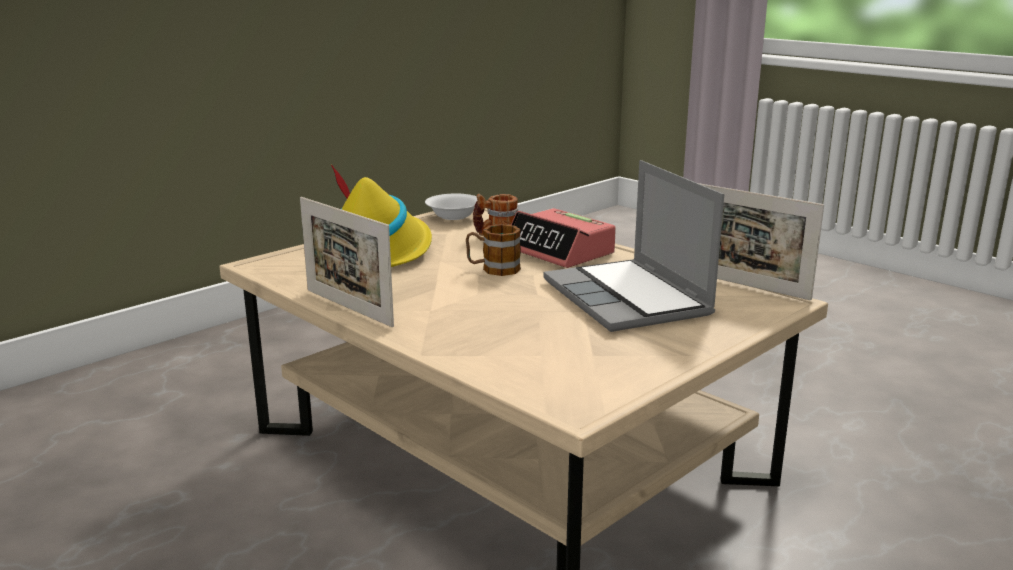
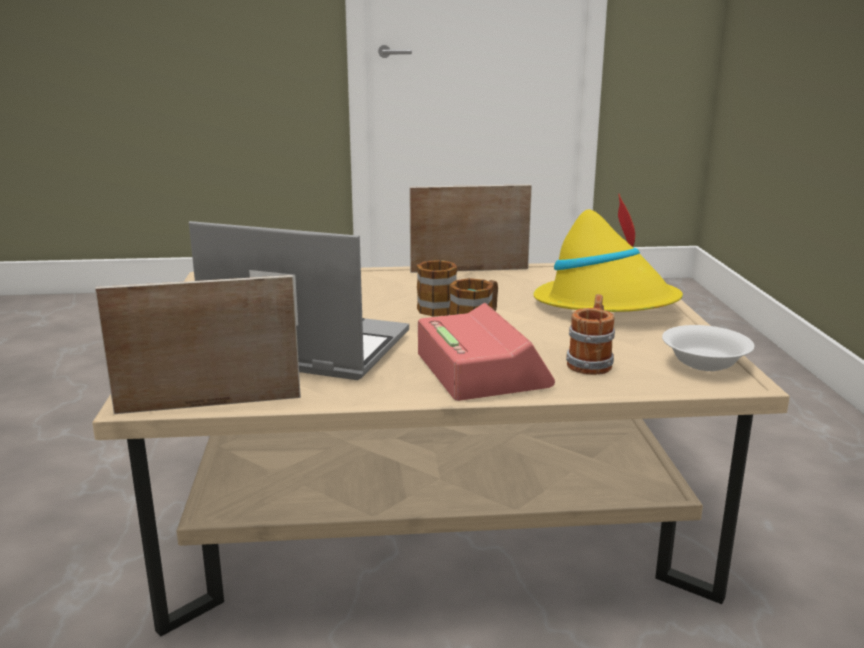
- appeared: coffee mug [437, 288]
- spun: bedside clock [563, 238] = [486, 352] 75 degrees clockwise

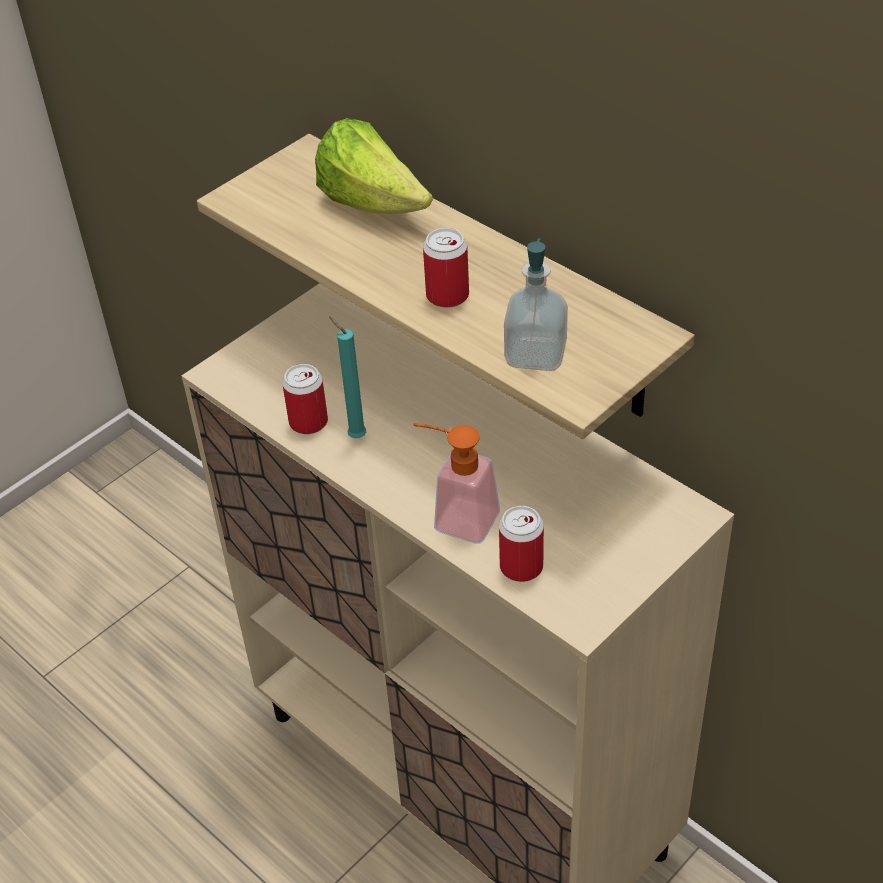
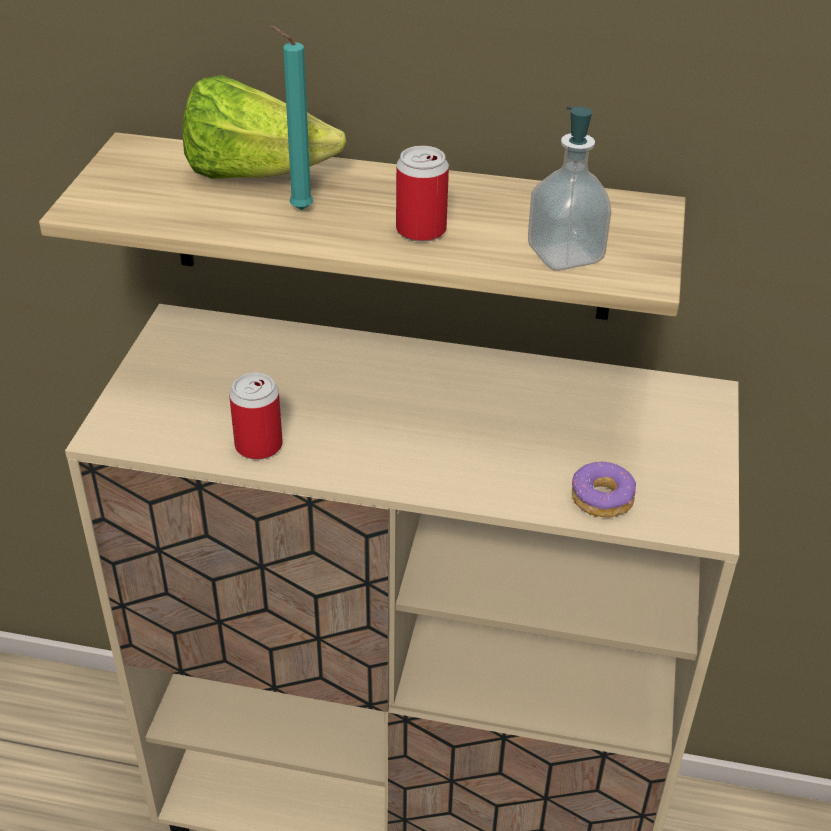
- relocated: wax light (turquoise) [347, 377] to [291, 118]
- exchanged: can [521, 544] to doughnut [604, 490]
- missing: liquid soap bottle [456, 483]

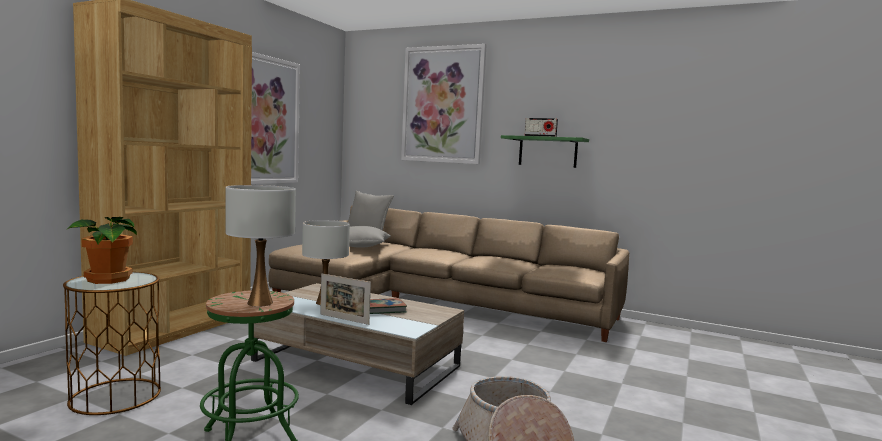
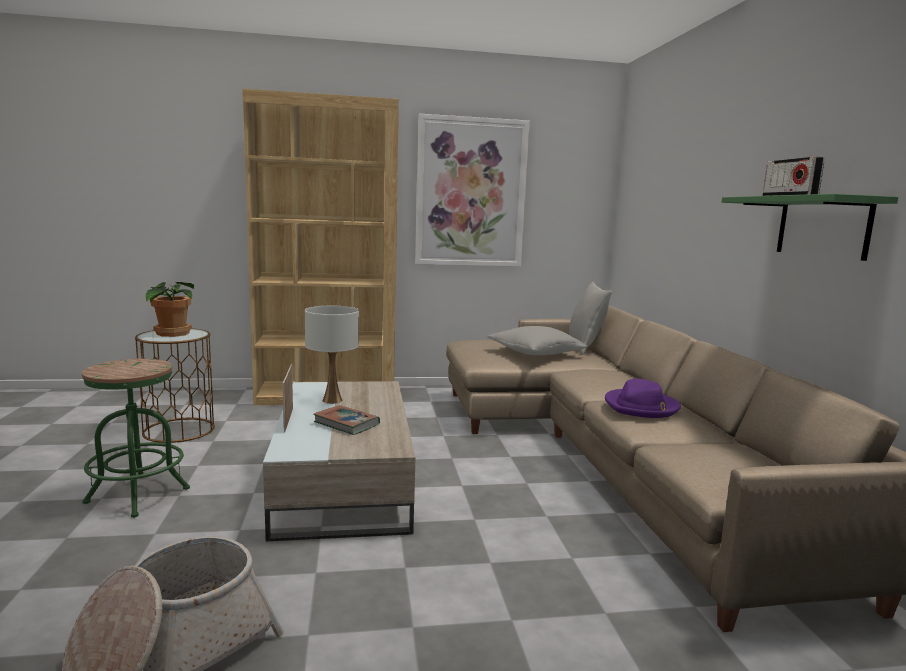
- appeared: clothing hat (purple) [643, 398]
- missing: lamp for a table (white) [260, 246]
- missing: picture [443, 104]

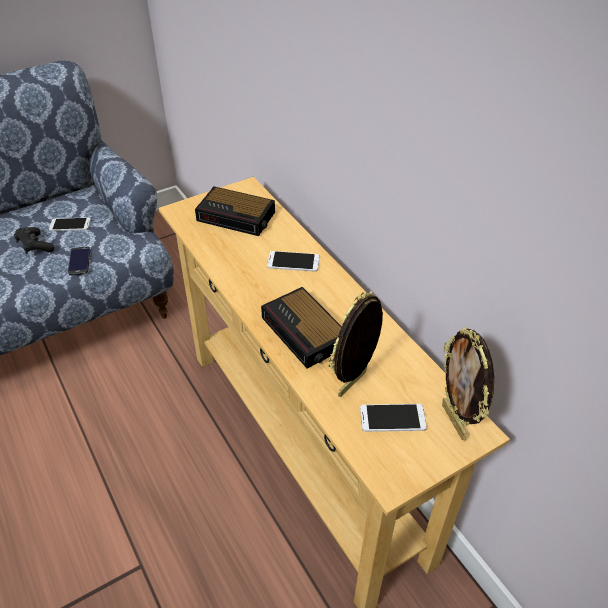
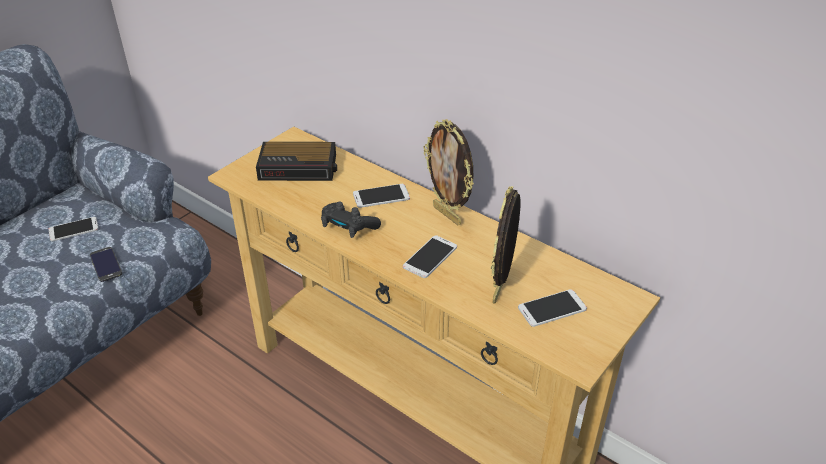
- relocated: game controller (blackish) [34, 240] to [351, 220]
- exchanged: bedside clock [301, 328] to telephone [430, 256]
- relocated: picture frame [468, 384] to [448, 172]

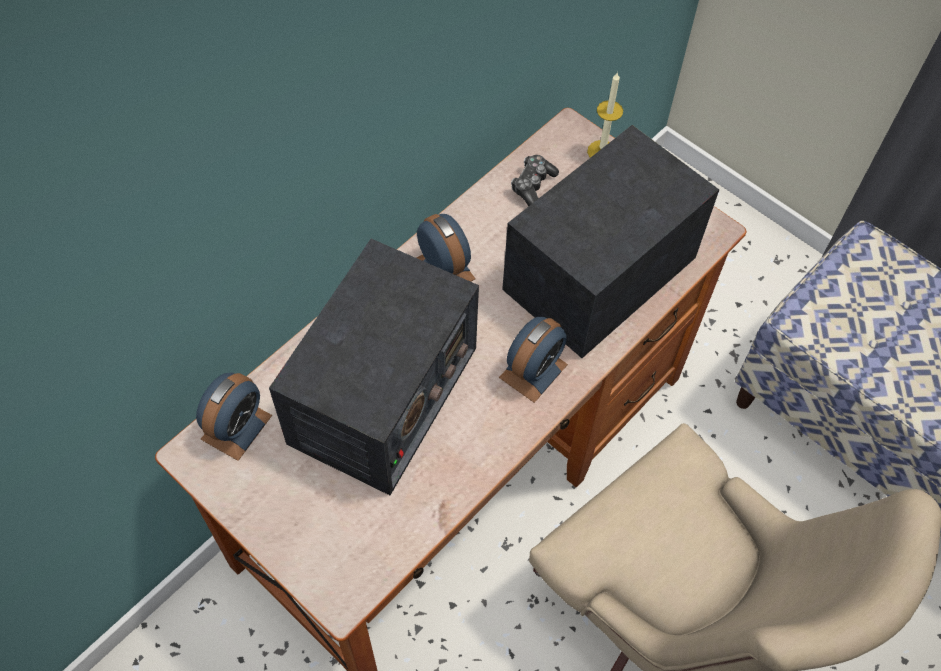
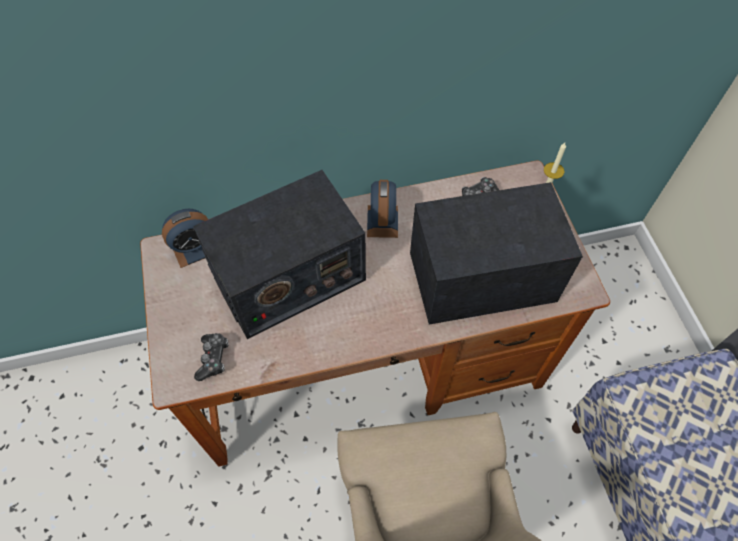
- appeared: game controller [211, 357]
- missing: bedside clock [533, 360]

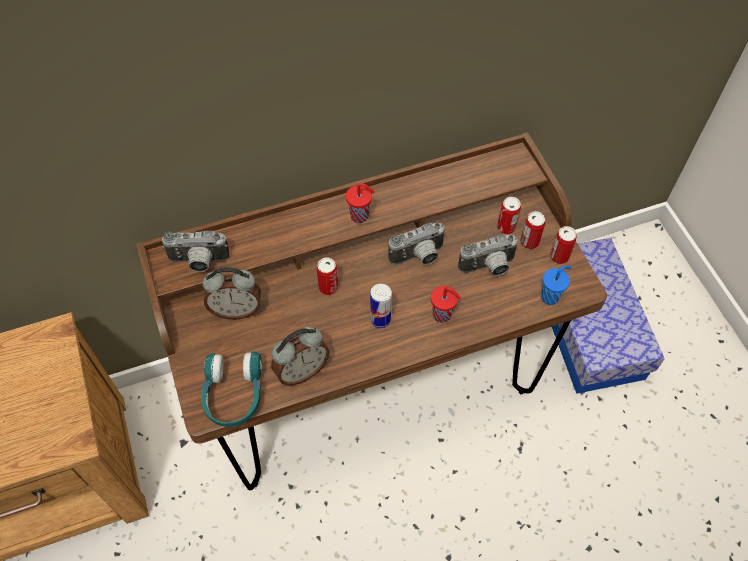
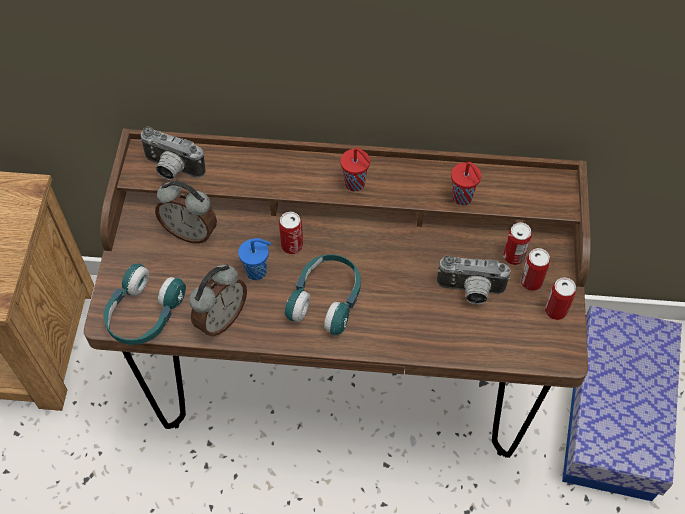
- spun: bedside clock [300, 356] = [218, 300] 45 degrees counterclockwise
- relocated: drinking cup (bluish) [556, 285] to [254, 259]
- exchanged: can [381, 306] to pair of headphones (turquoise) [323, 294]
- relocated: drinking cup (reddish) [446, 304] to [466, 183]
- missing: photo camera [417, 244]

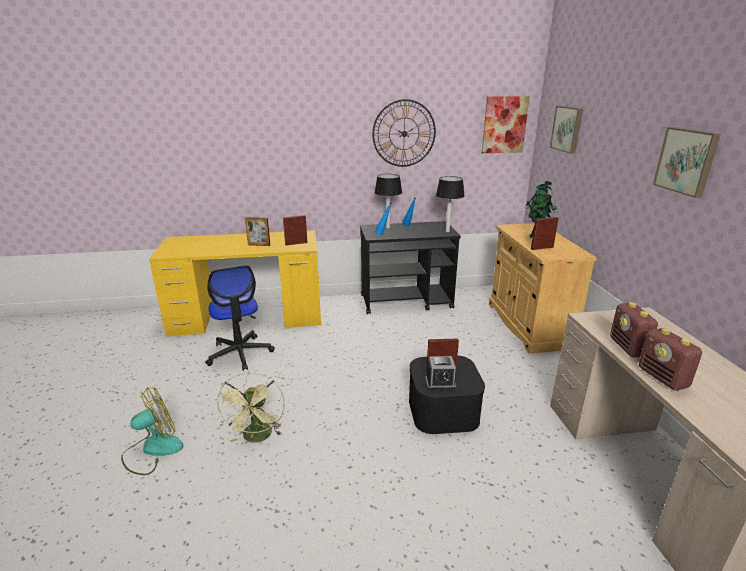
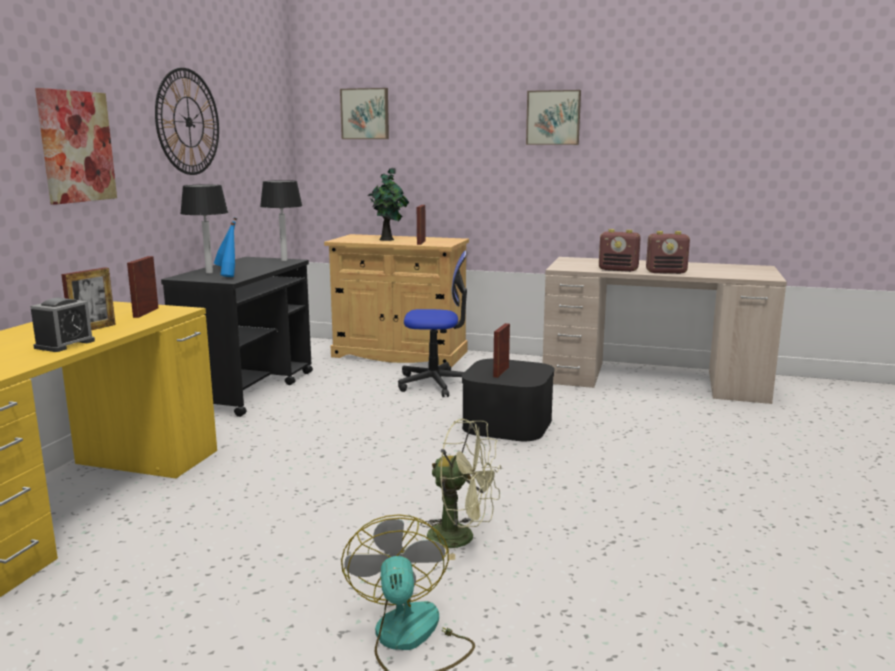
- relocated: bedside clock [441, 373] to [62, 325]
- relocated: picture [506, 124] to [76, 146]
- relocated: computer chair [240, 318] to [432, 323]

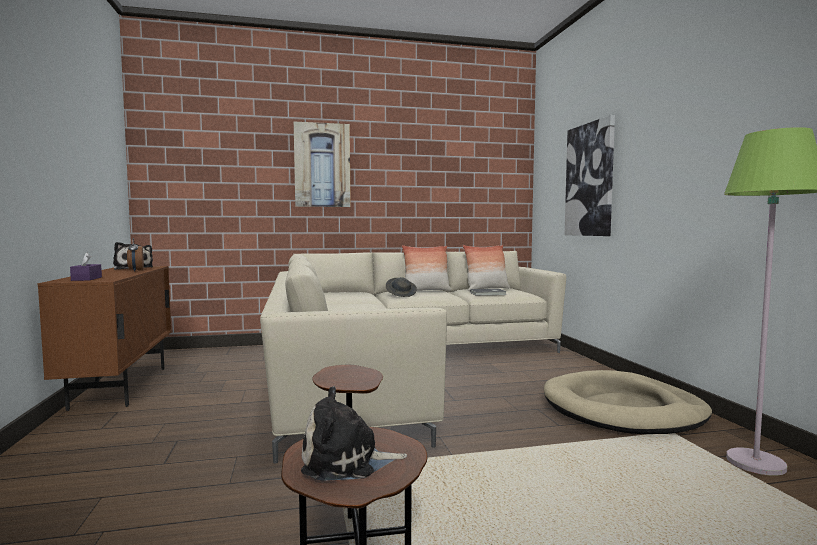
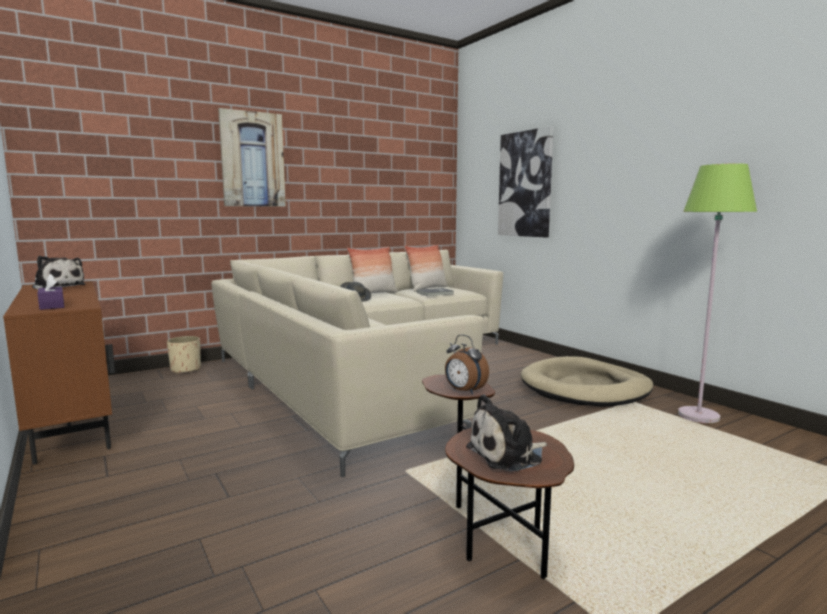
- appeared: flower pot (sand-coloured) [184, 355]
- relocated: bedside clock [135, 254] to [467, 365]

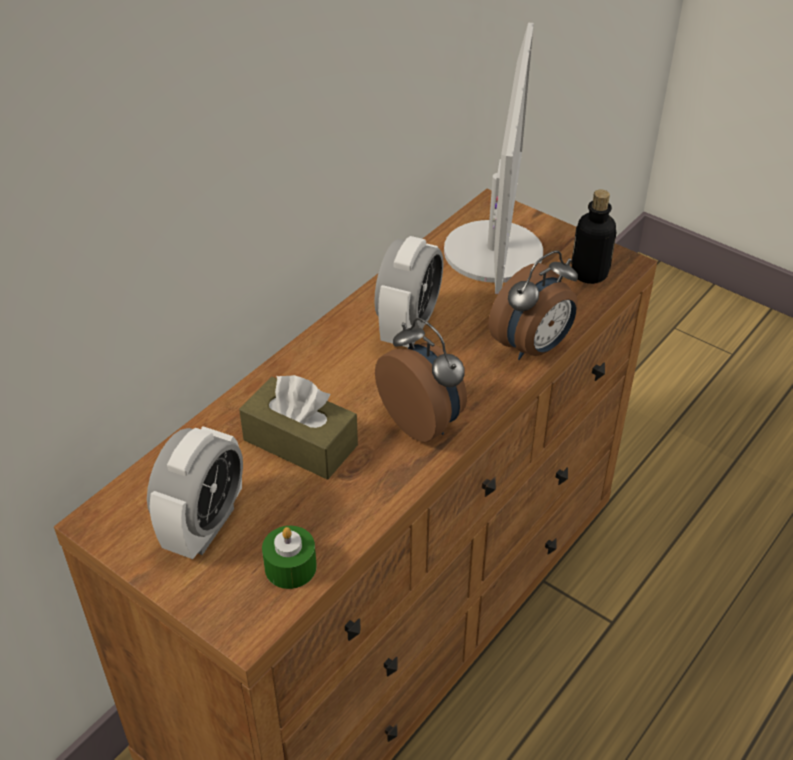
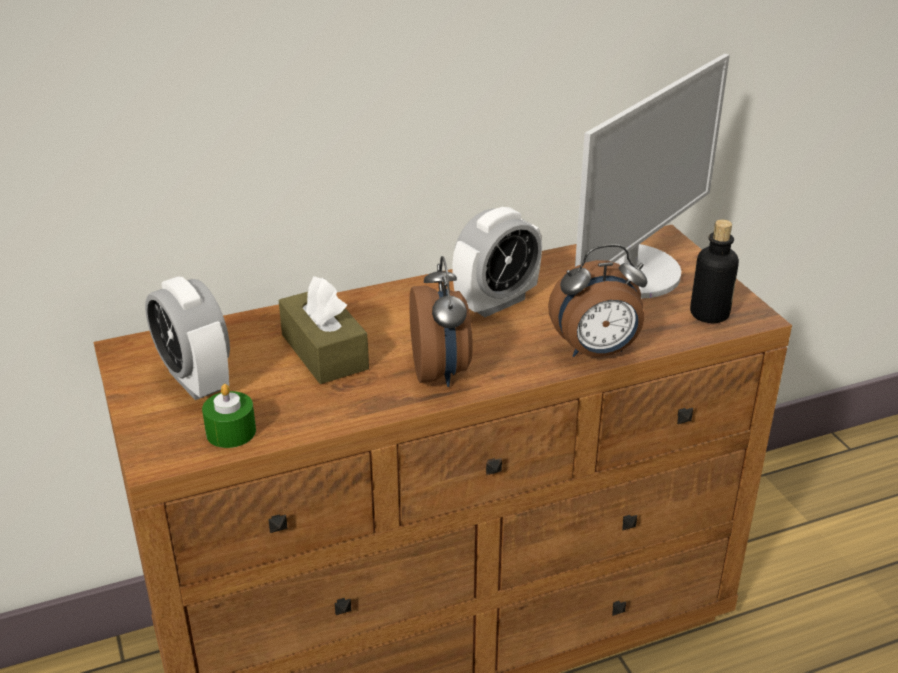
- spun: bedside clock [195, 492] = [187, 338] 90 degrees clockwise

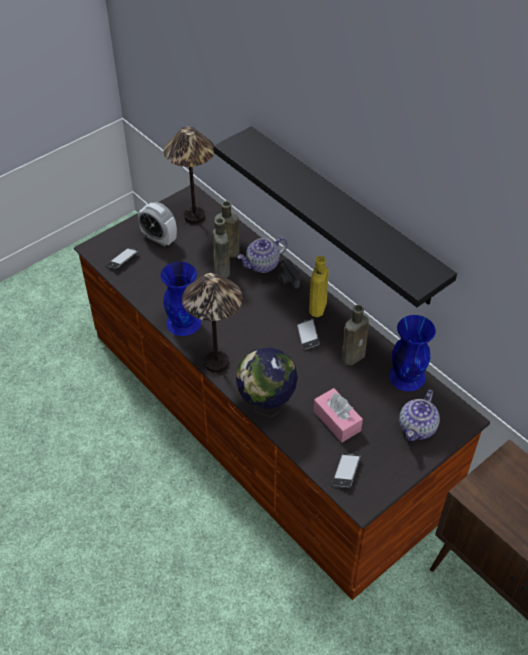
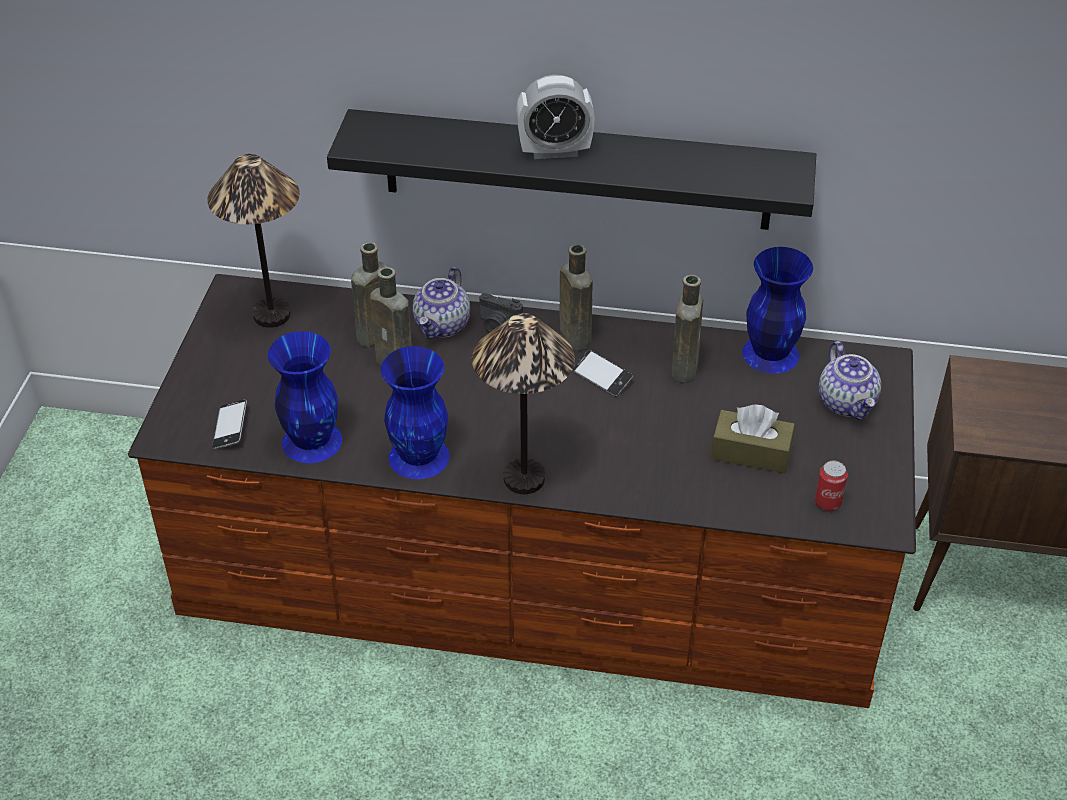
- appeared: vase (bluish) [305, 397]
- relocated: bedside clock [157, 224] to [555, 117]
- colour: drink bottle (yellow-coloured) [319, 286] to drink bottle (brownish) [576, 297]
- colour: tissue box (pink) [338, 415] to tissue box (brownish) [753, 439]
- exchanged: telephone [346, 470] to can [831, 485]
- missing: desk globe [267, 382]

